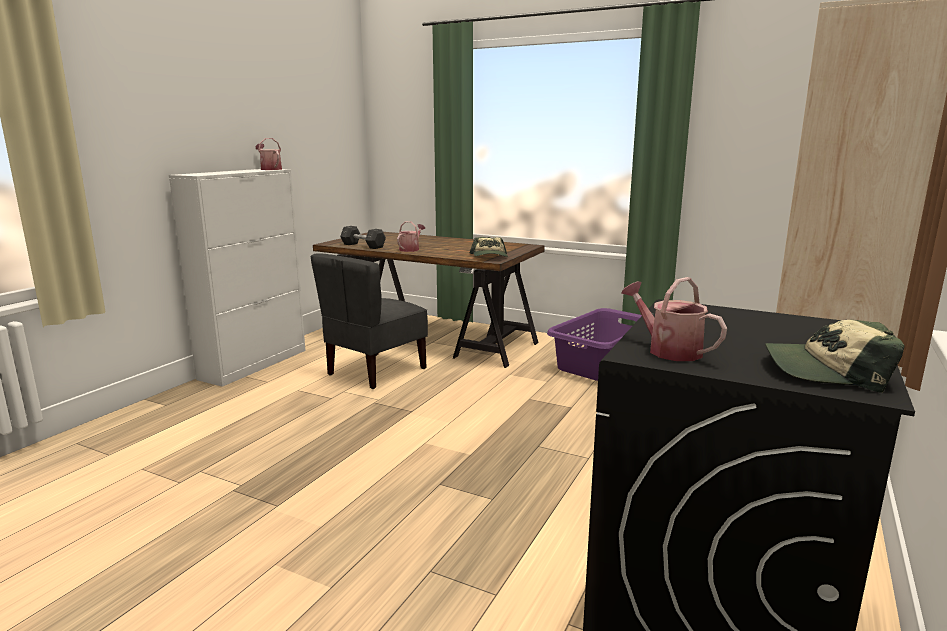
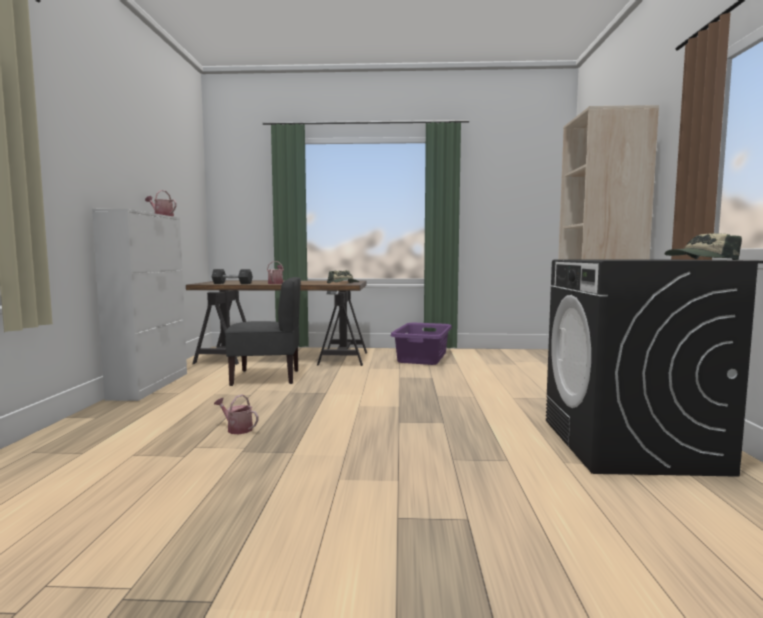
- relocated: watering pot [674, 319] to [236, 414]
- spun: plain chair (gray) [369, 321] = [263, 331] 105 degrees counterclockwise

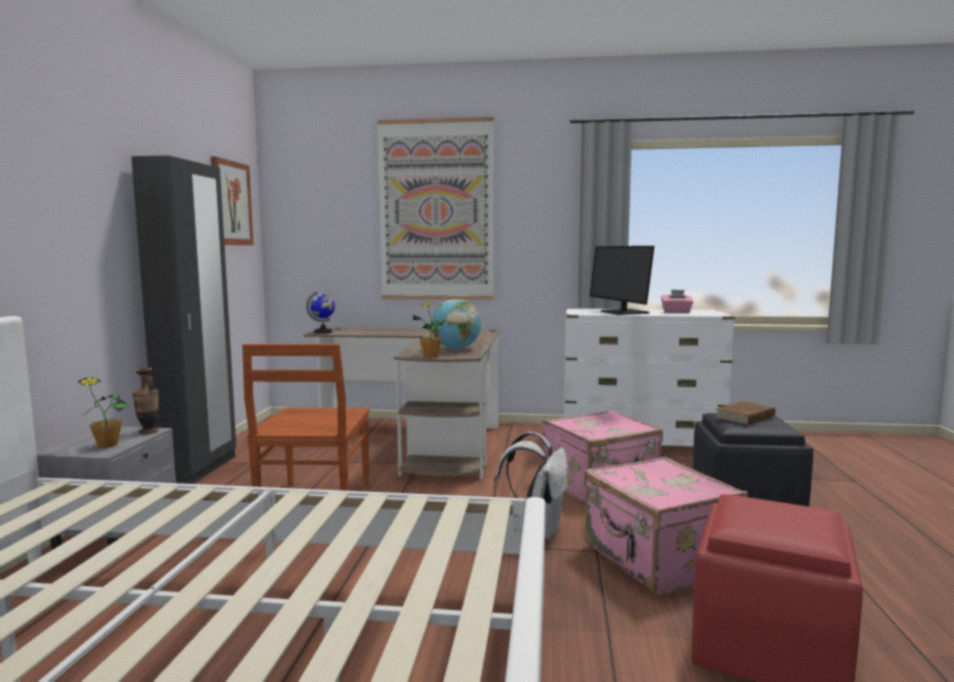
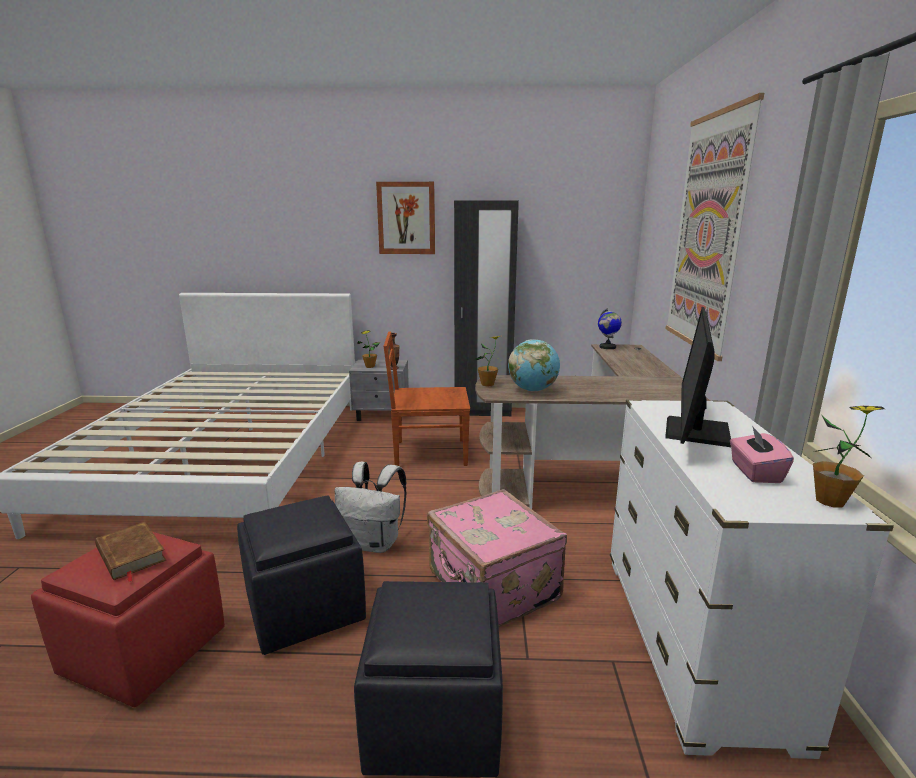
- relocated: bound book (brownish) [745, 413] to [130, 552]
- exchanged: travel case (pink) [666, 526] to ottoman (blackish) [301, 575]
- relocated: picture [232, 200] to [405, 218]
- spun: computer screen [622, 280] = [698, 377] 45 degrees counterclockwise
- appeared: plant in a pot [849, 457]

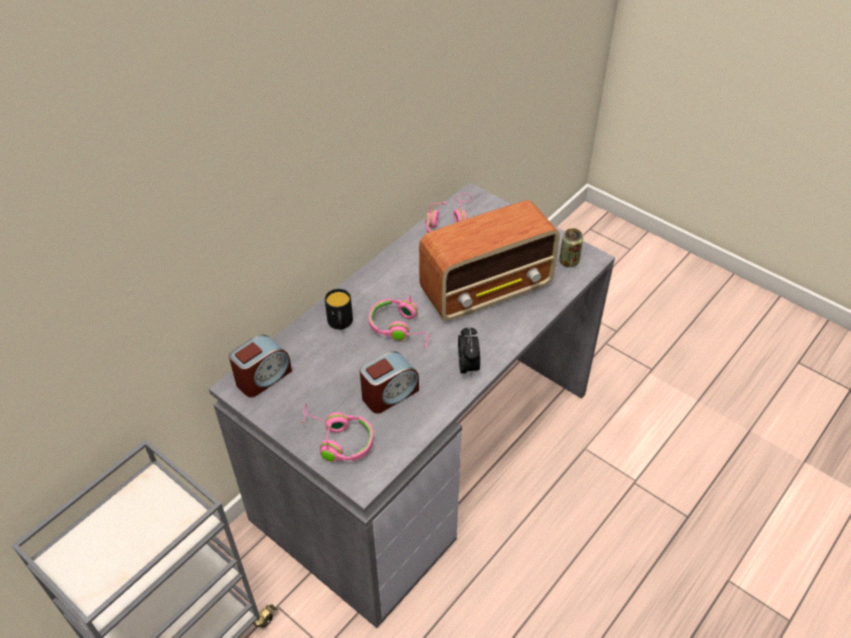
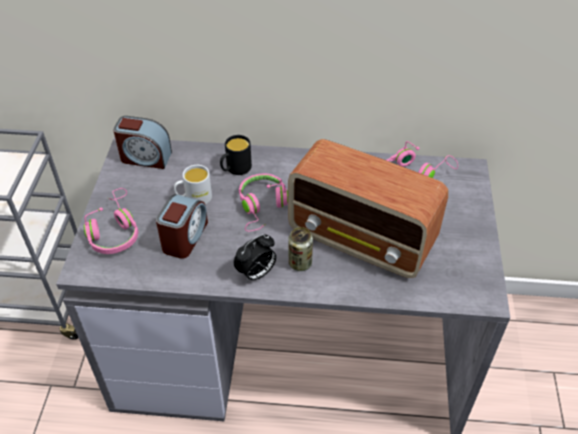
- spun: bedside clock [389, 382] = [182, 226] 90 degrees counterclockwise
- appeared: coffee mug (white) [193, 185]
- relocated: can [571, 247] to [300, 249]

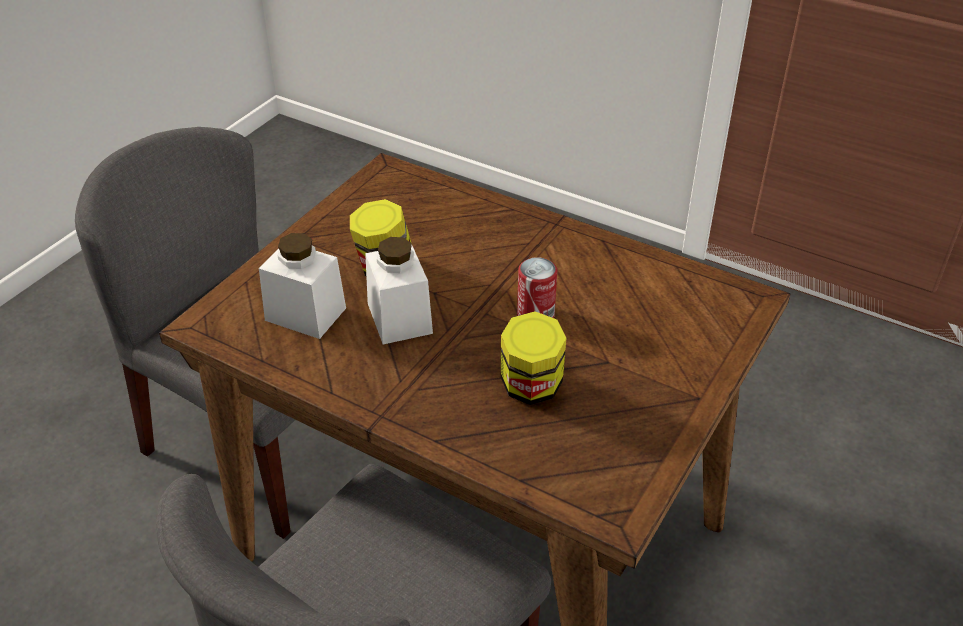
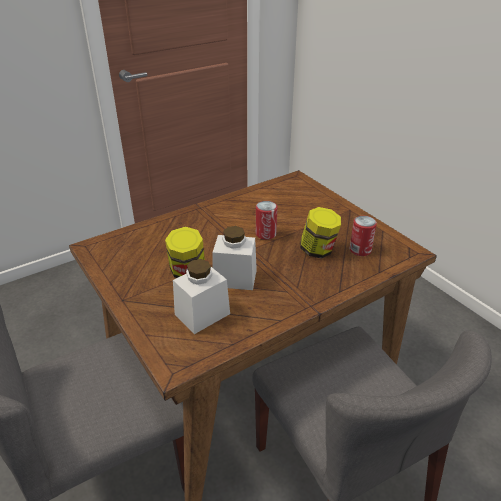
- appeared: can [363, 236]

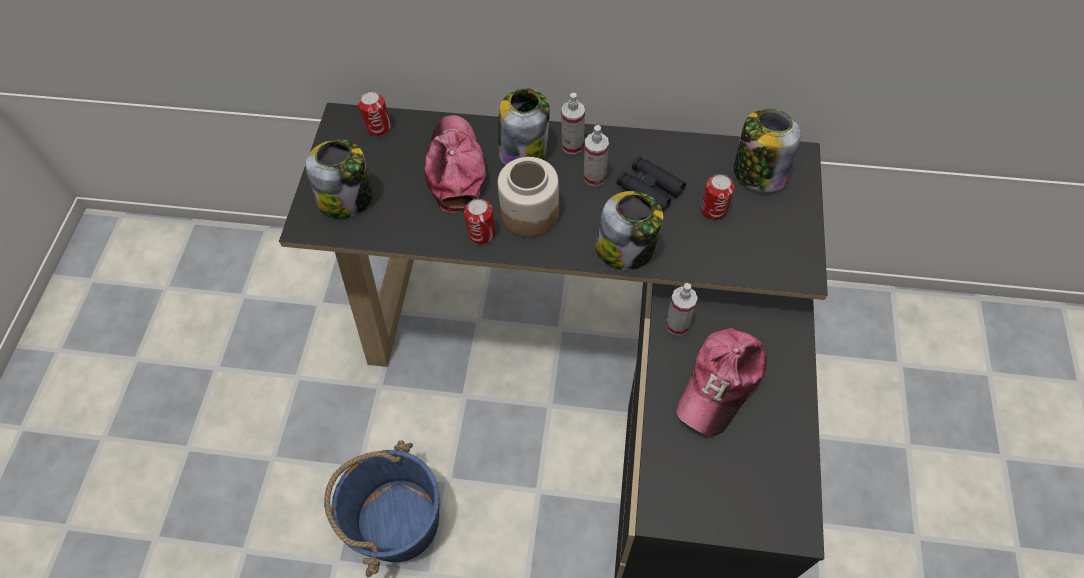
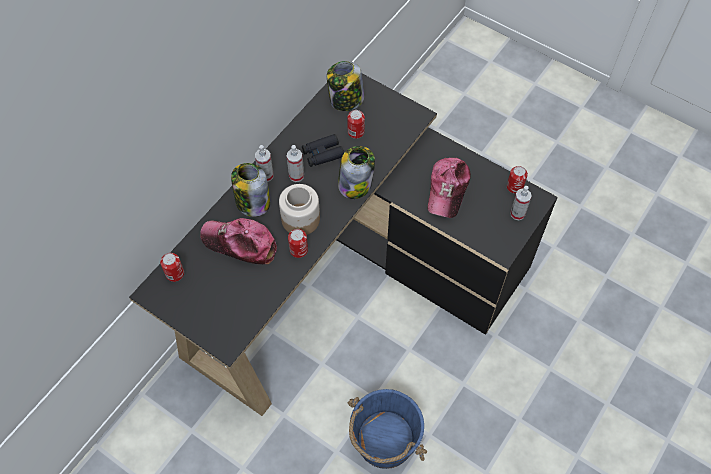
- spun: baseball cap [722, 382] = [449, 188] 45 degrees clockwise
- appeared: can [517, 180]
- relocated: hand sprayer [681, 309] to [521, 203]
- missing: preserve jar [339, 179]

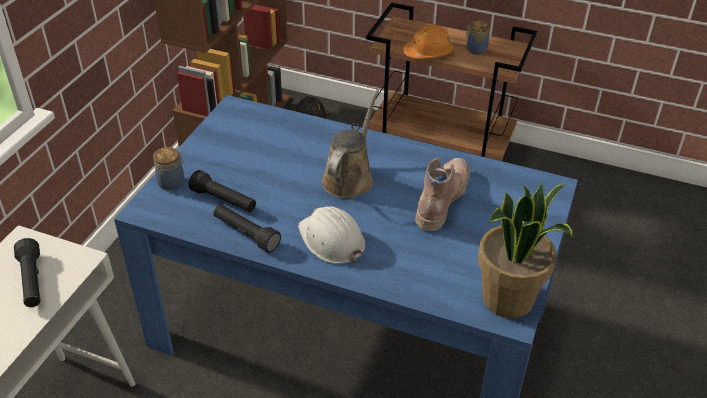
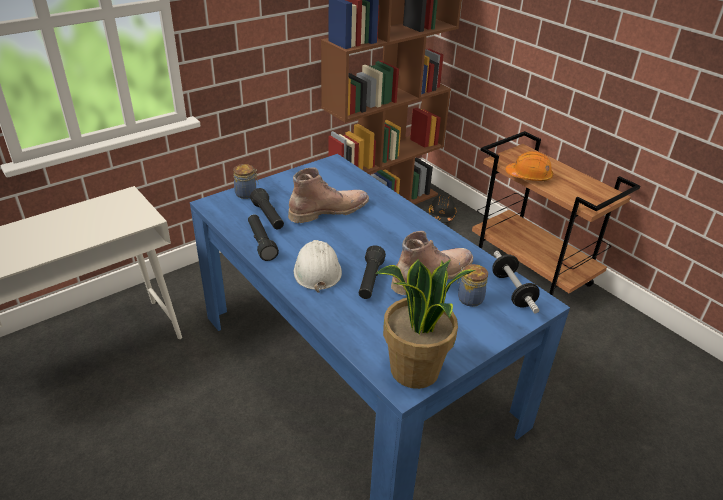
- appeared: boot (brownish) [328, 195]
- relocated: flashlight (blackish) [27, 272] to [372, 272]
- relocated: preserve jar [477, 37] to [472, 285]
- appeared: dumbbell [516, 282]
- missing: watering pot (brownish) [350, 144]

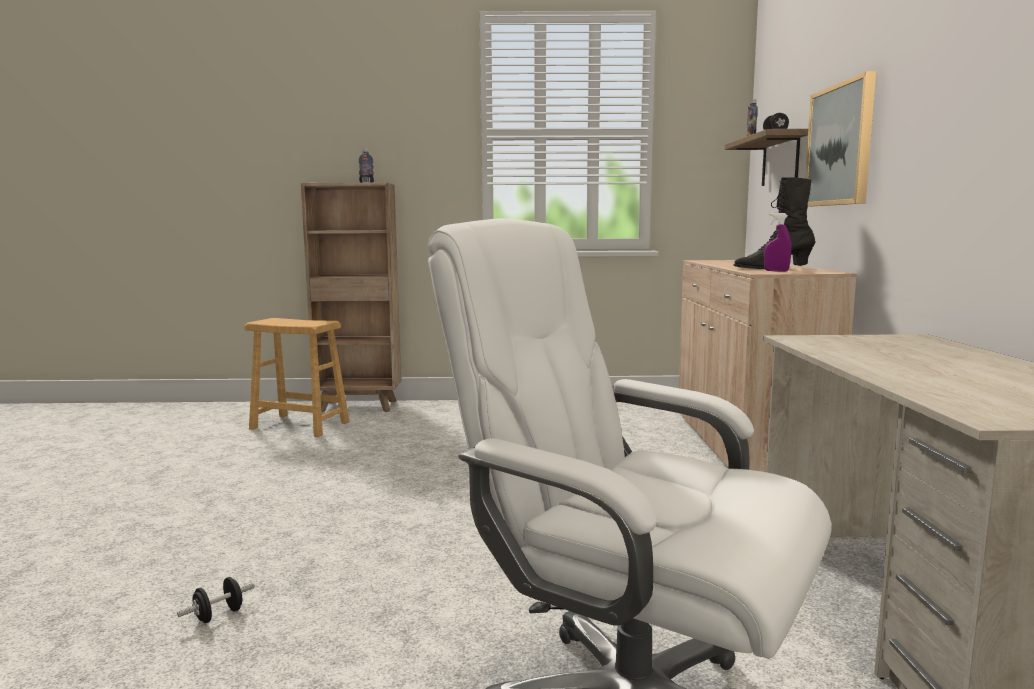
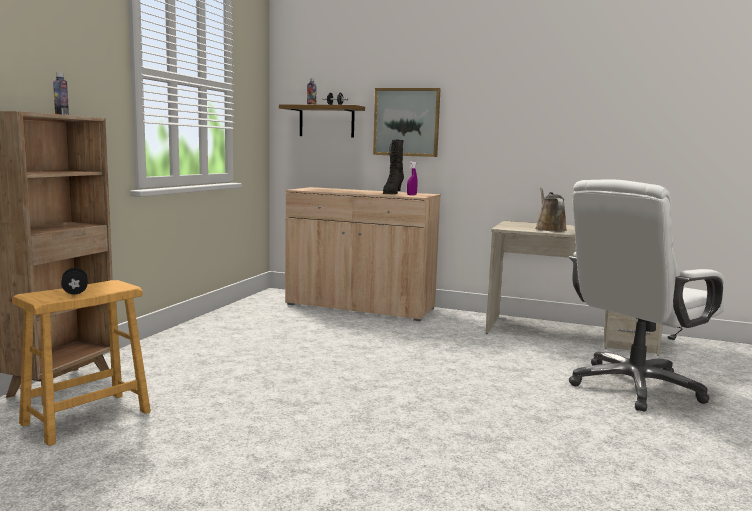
- relocated: dumbbell (blackish) [216, 600] to [74, 281]
- appeared: watering pot (brownish) [551, 209]

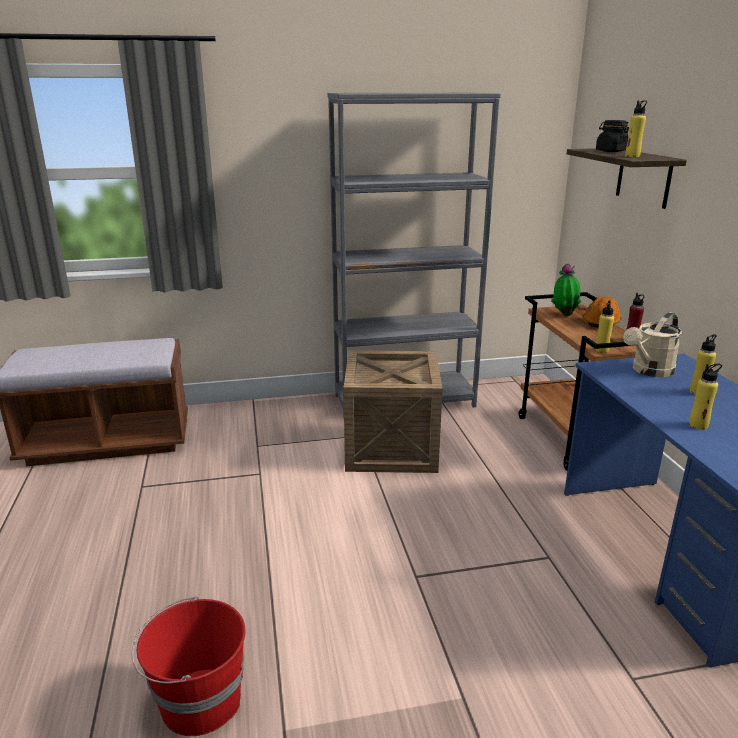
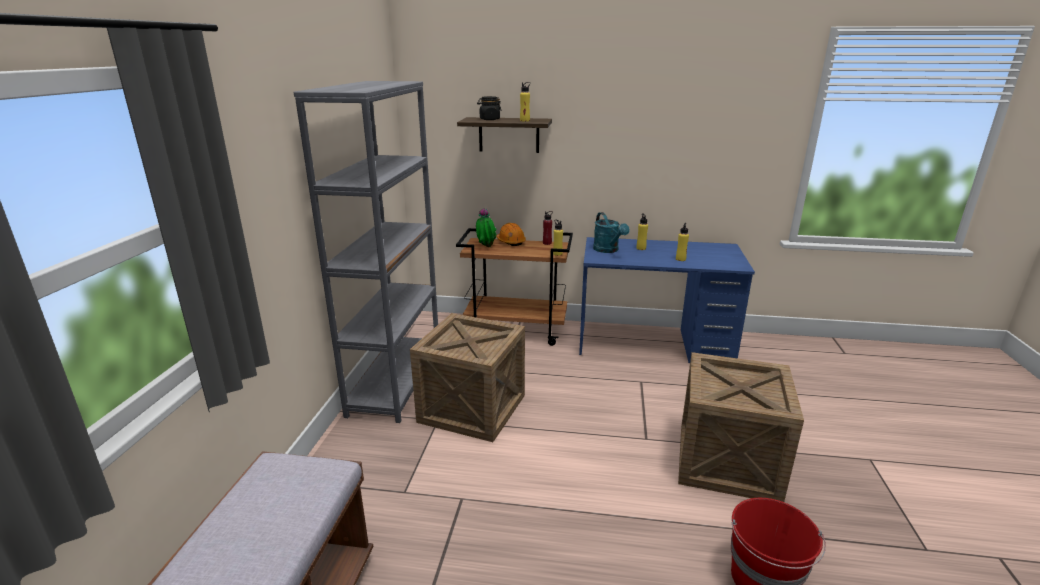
- colour: watering pot (sand-coloured) [652, 345] to watering pot (turquoise) [611, 232]
- appeared: packing crate [741, 427]

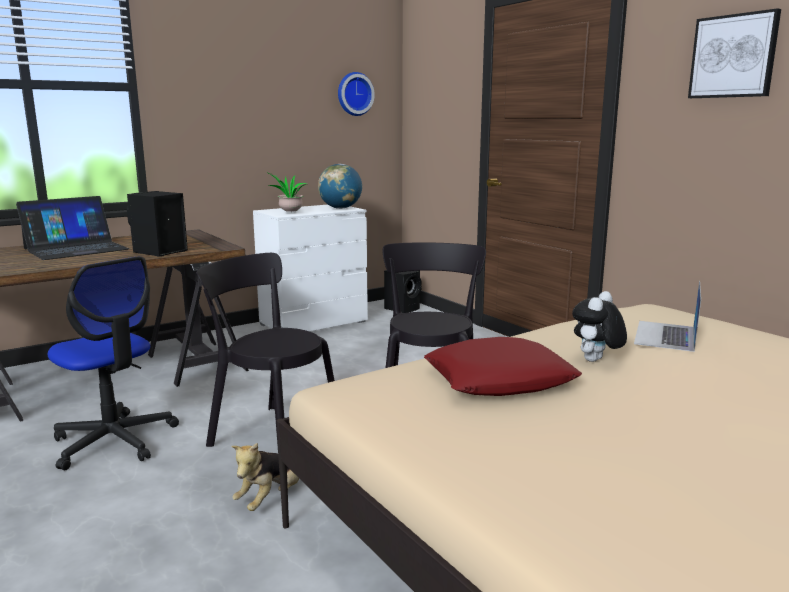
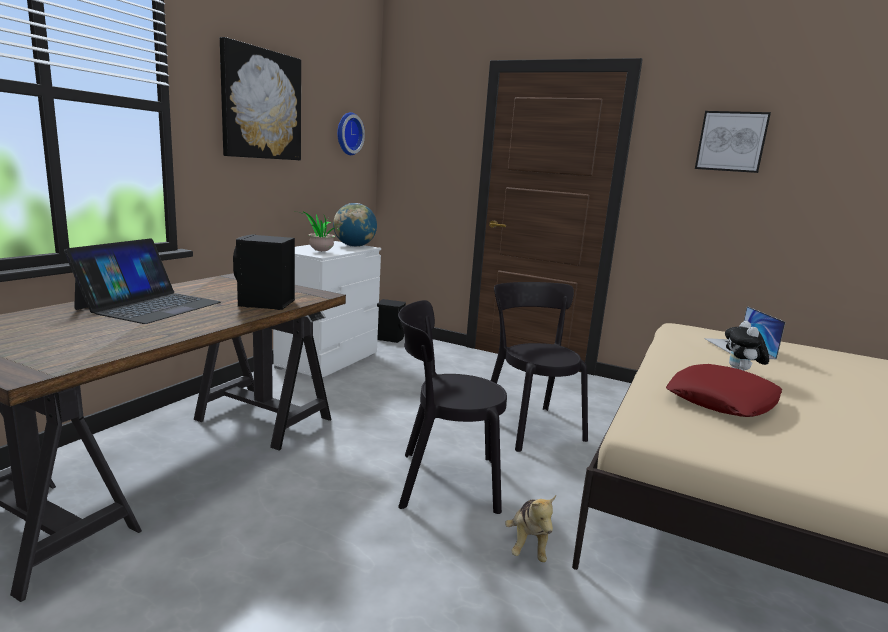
- appeared: picture [260, 98]
- missing: computer chair [113, 363]

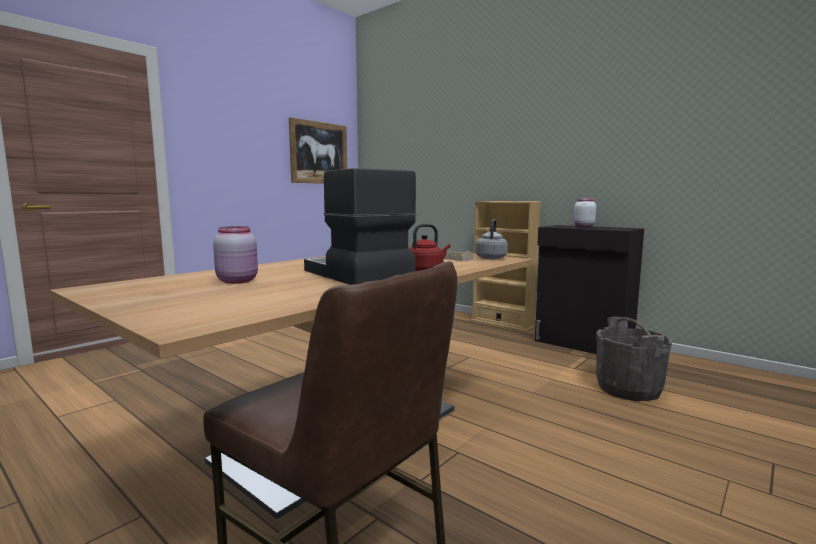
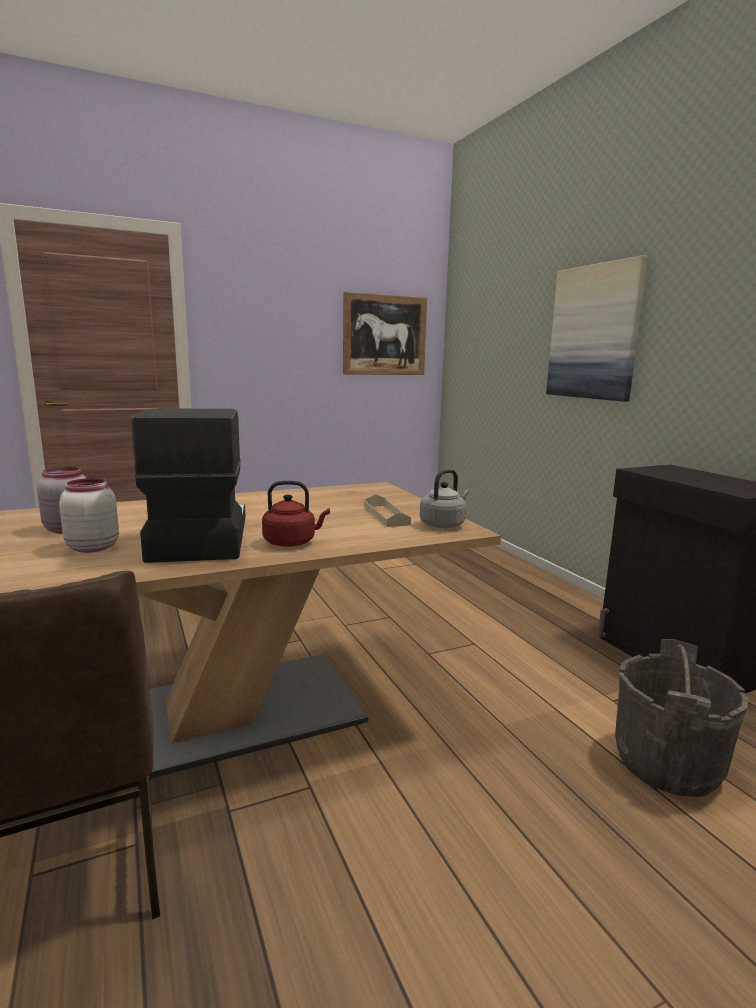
- relocated: preserve jar (white) [585, 213] to [89, 515]
- appeared: picture [597, 328]
- missing: bookcase (sand-coloured) [506, 266]

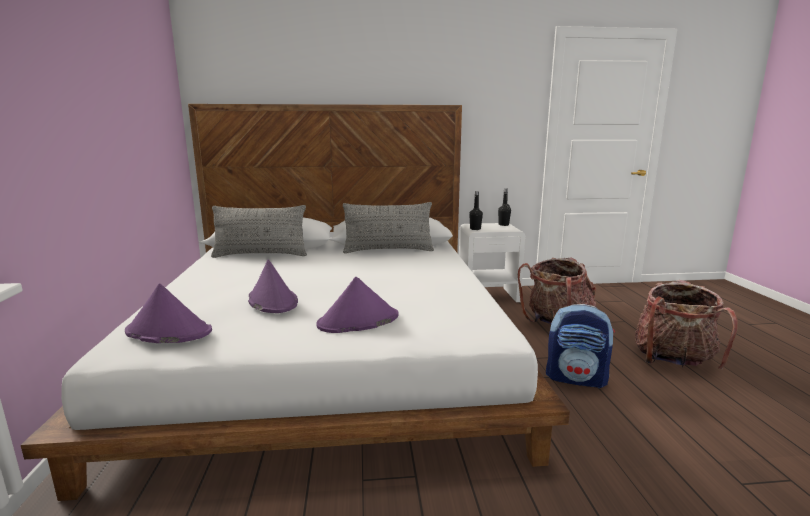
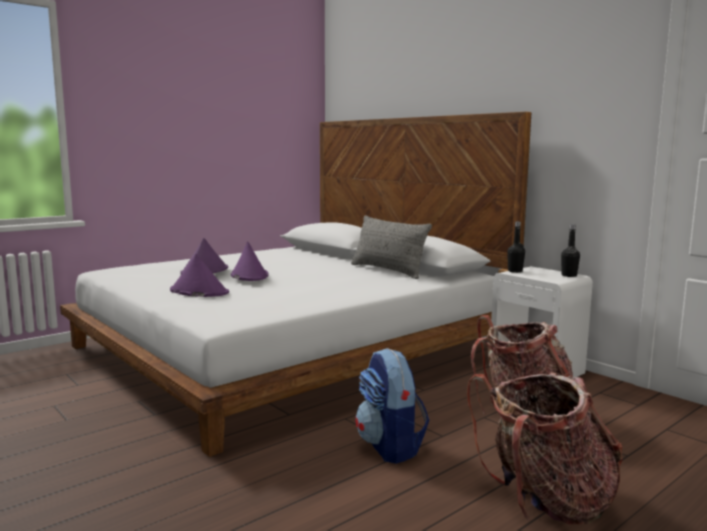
- relocated: clothing hat (purple) [168, 313] to [250, 261]
- missing: cushion (gray) [259, 231]

